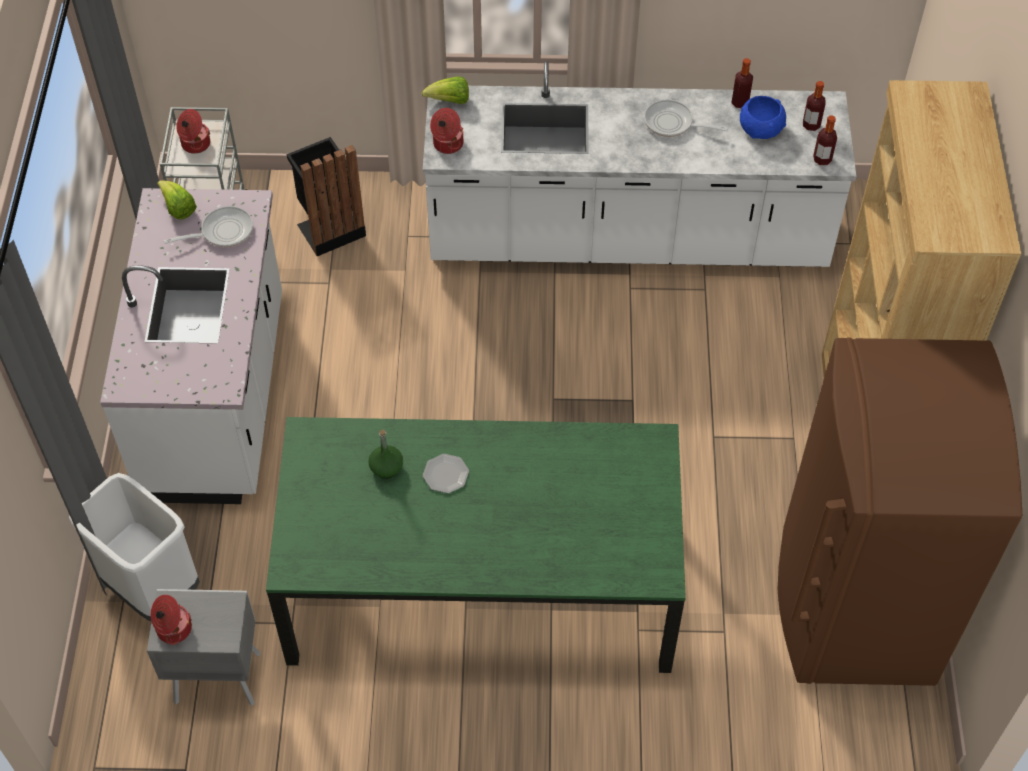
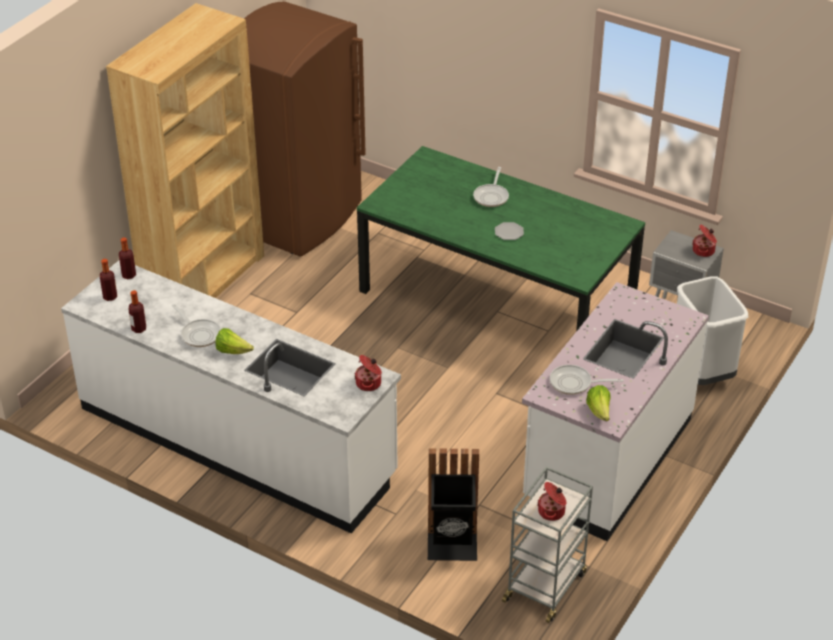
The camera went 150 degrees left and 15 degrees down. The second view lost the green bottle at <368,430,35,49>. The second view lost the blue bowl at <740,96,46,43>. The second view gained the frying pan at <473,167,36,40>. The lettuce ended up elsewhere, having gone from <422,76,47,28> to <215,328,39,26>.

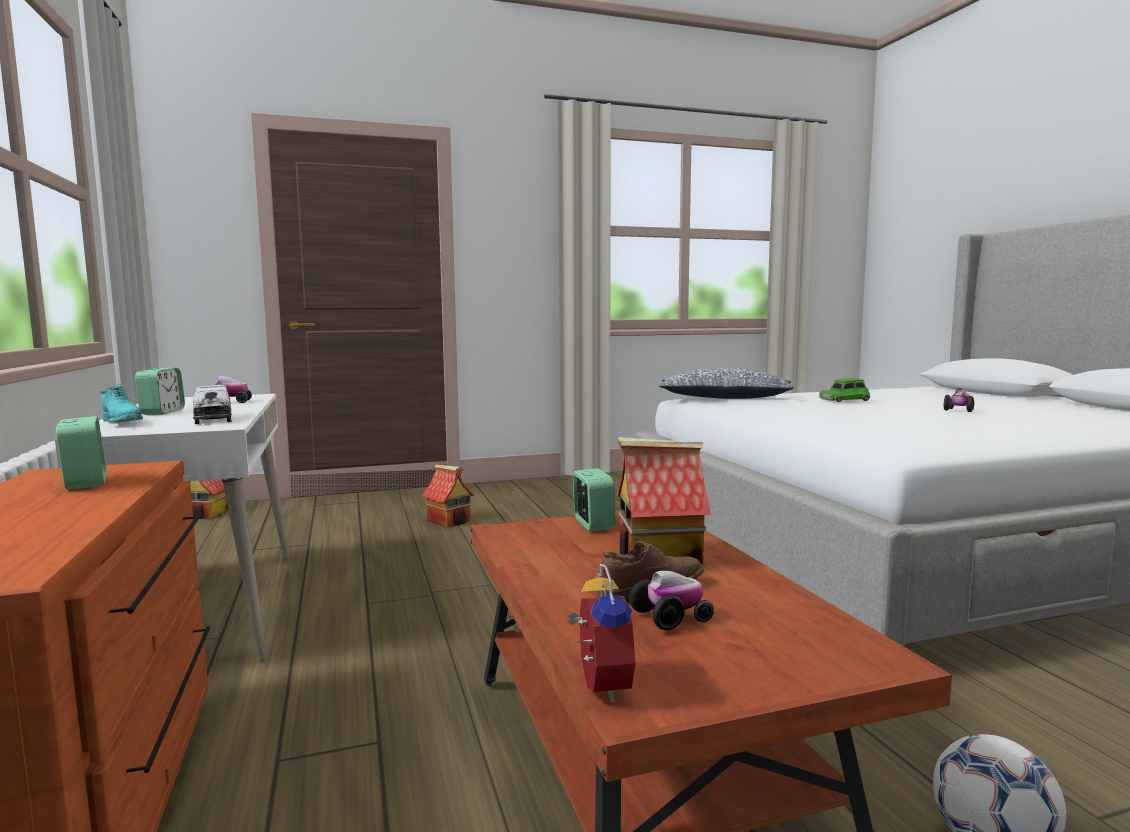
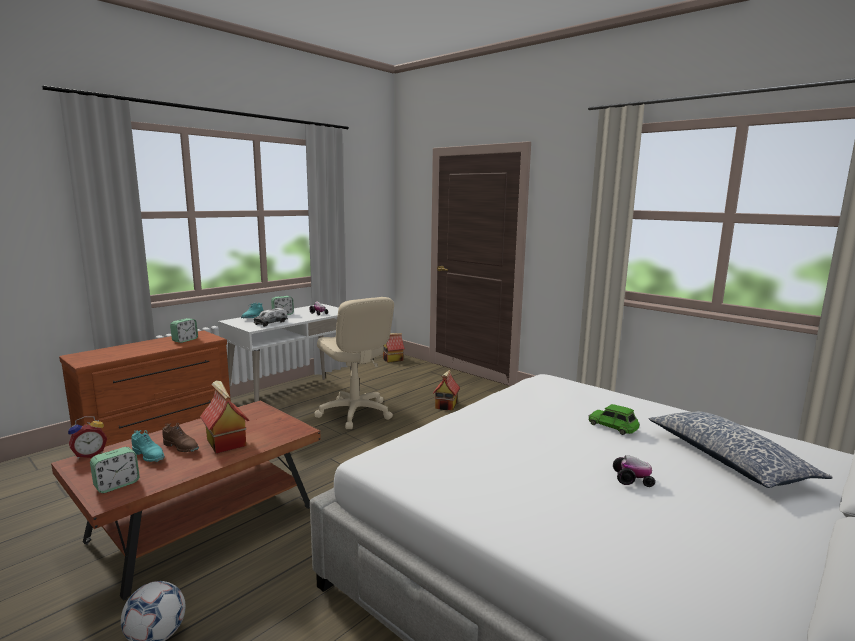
The camera went 60 degrees right and 5 degrees up. The second view gained the beige office chair at <315,297,79,132>. The alarm clock ended up elsewhere, having gone from <572,468,44,63> to <90,447,50,46>. The pillow ended up elsewhere, having gone from <659,368,135,31> to <649,410,184,78>. Where the toy car stood at <629,571,85,60>, the turquoise shoe came to stand at <132,430,33,32>.

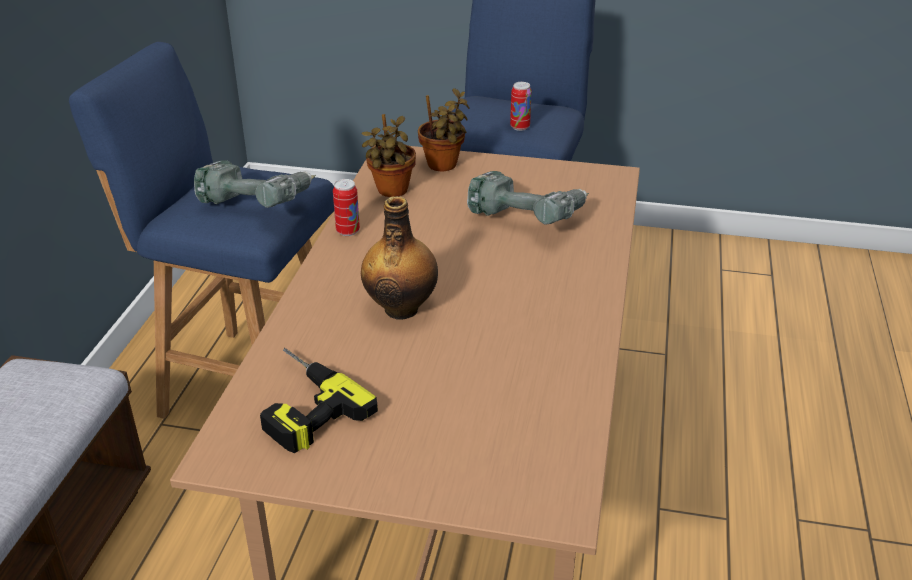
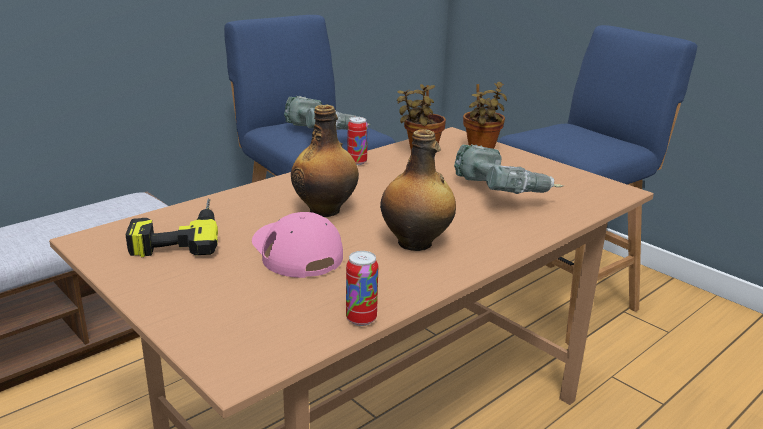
The camera went 35 degrees right and 10 degrees down. The second view gained the pink cap at <252,212,91,66>. The second view gained the bottle at <380,129,76,122>. The can ended up elsewhere, having gone from <510,82,22,49> to <346,251,32,75>.

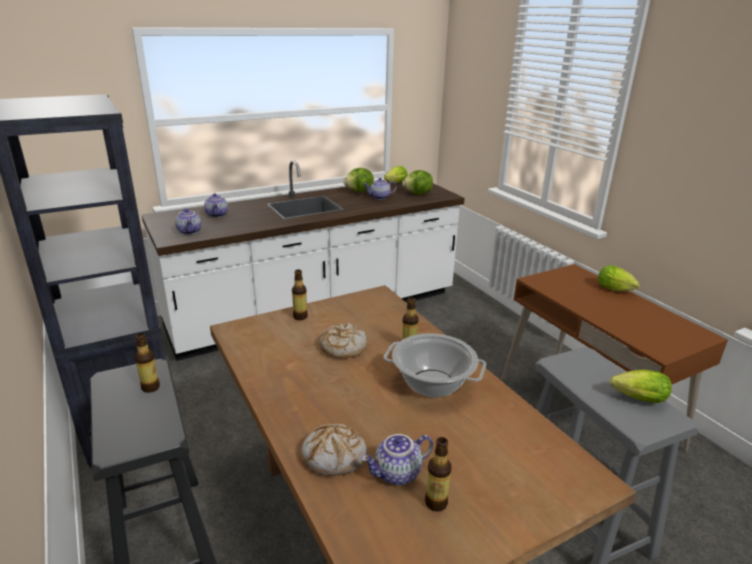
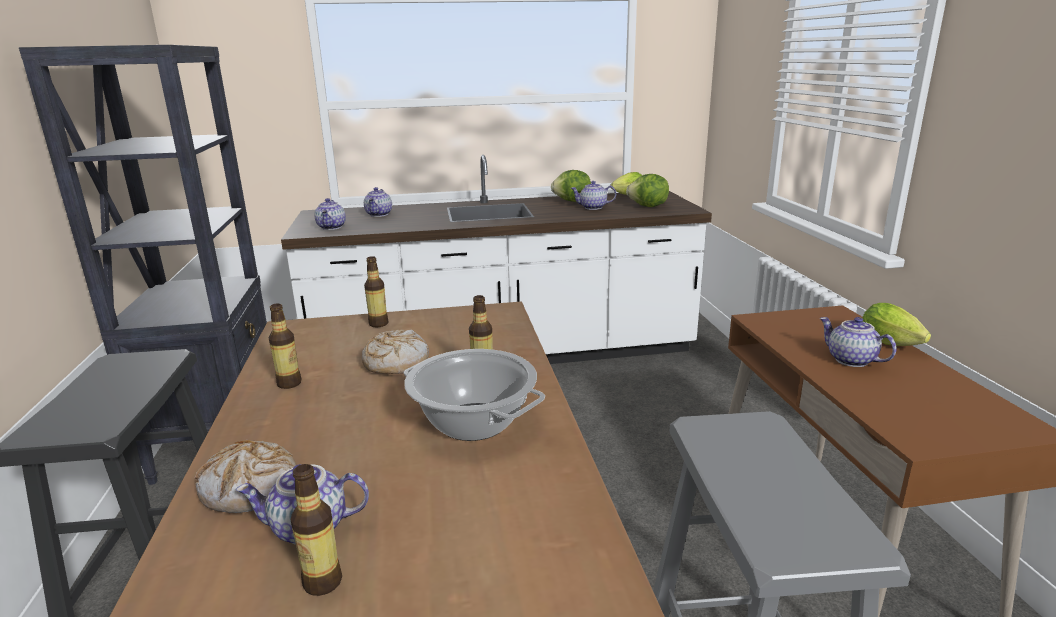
The camera went 20 degrees right and 5 degrees down. The second view lost the lettuce at <610,370,62,33>. The second view gained the teapot at <820,317,77,50>. The bottle ended up elsewhere, having gone from <135,333,25,60> to <269,303,32,86>.

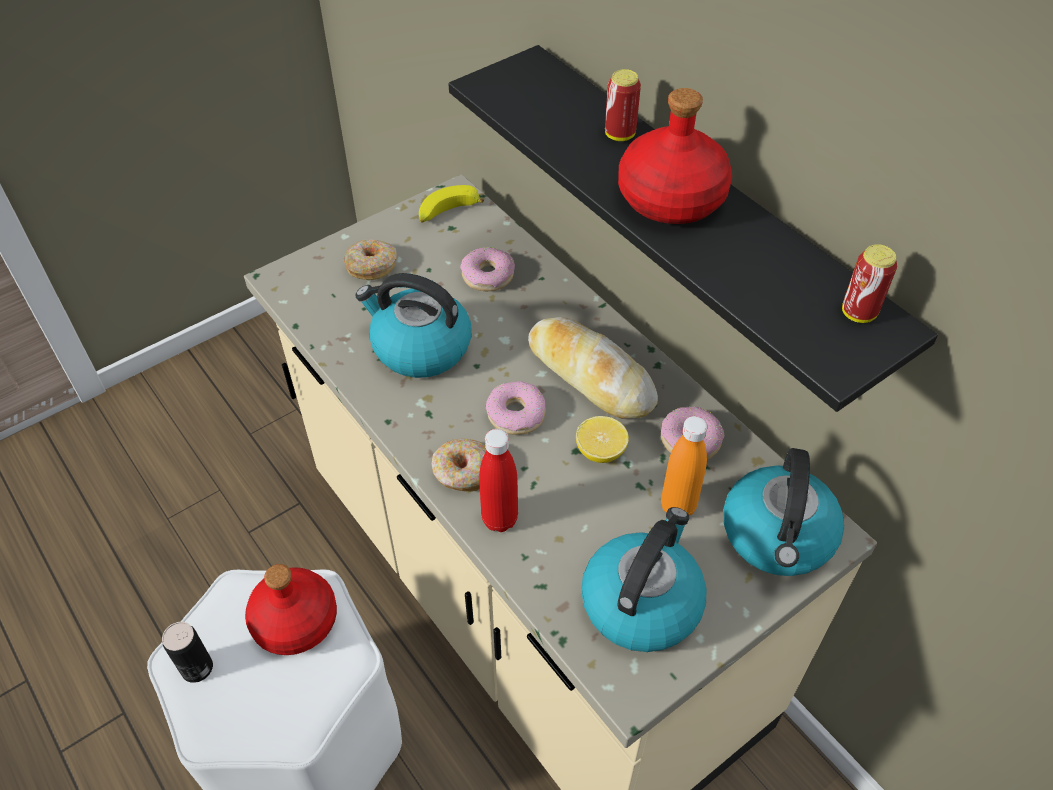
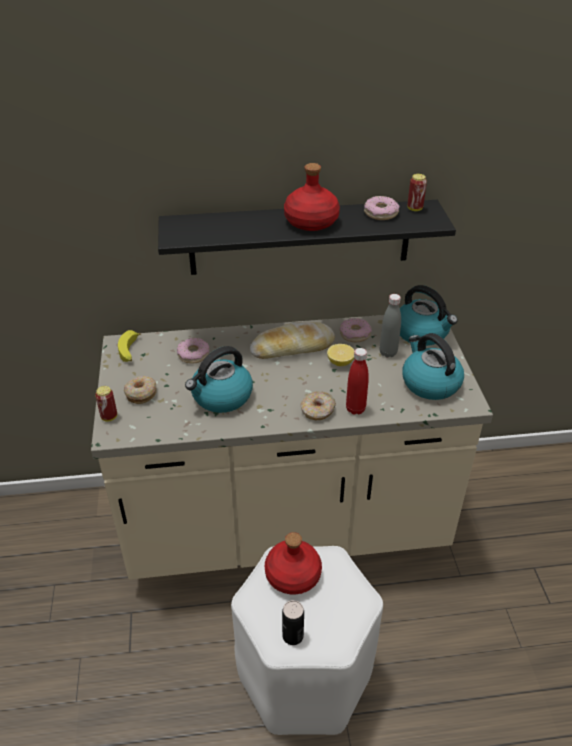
The camera went 60 degrees left and 10 degrees down. The donut ended up elsewhere, having gone from <486,381,60,54> to <364,196,36,24>. The can ended up elsewhere, having gone from <605,69,36,72> to <95,386,22,35>. What was the orange bottle at <661,416,47,100> turned into the grey bottle at <380,294,21,63>.

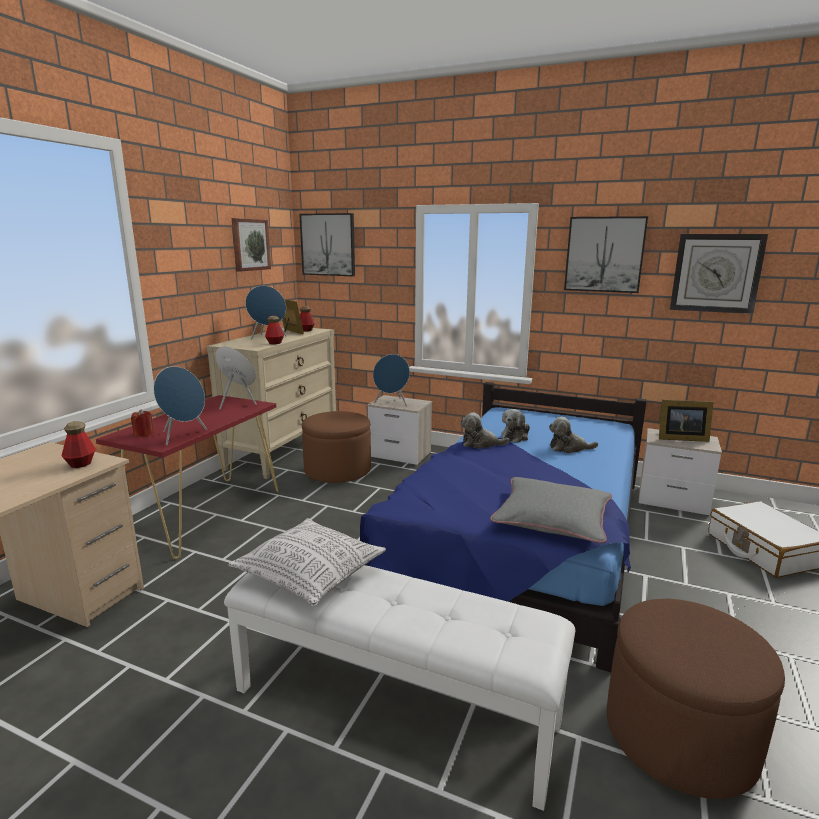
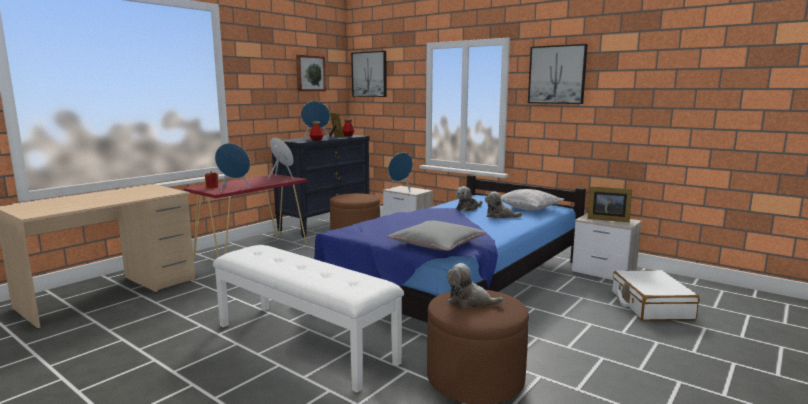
The camera went 15 degrees right and 5 degrees down. The second view lost the bottle at <61,421,35,47>. The second view lost the wall clock at <670,234,98,80>. The pillow ended up elsewhere, having gone from <228,518,158,89> to <501,189,64,22>. The plush toy ended up elsewhere, having gone from <461,412,48,37> to <447,263,57,45>. What was the beige dresser at <206,328,130,151> turned into the black dresser at <272,134,97,103>.

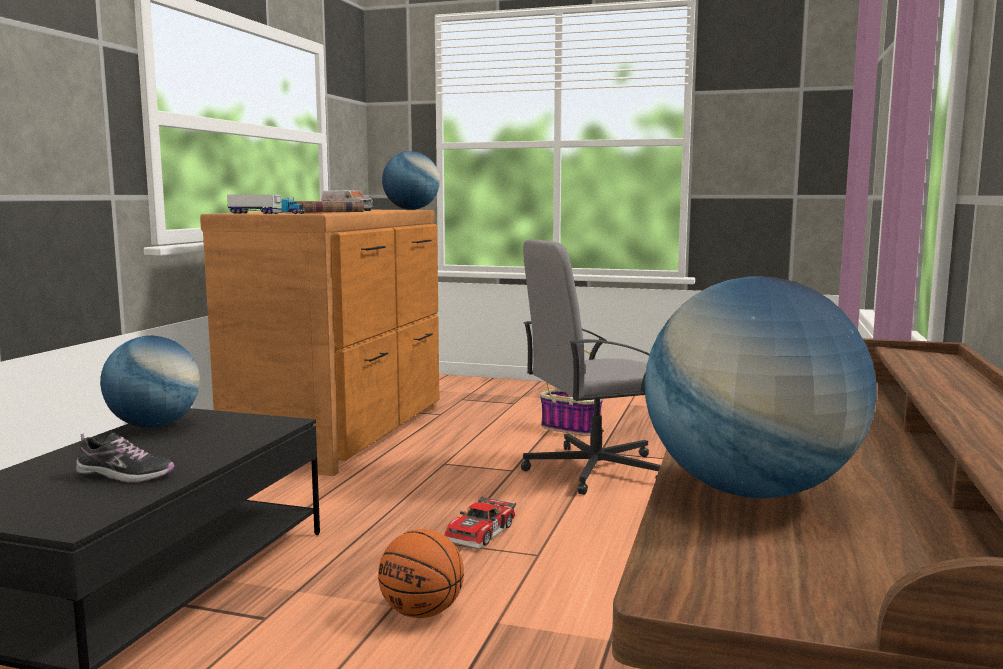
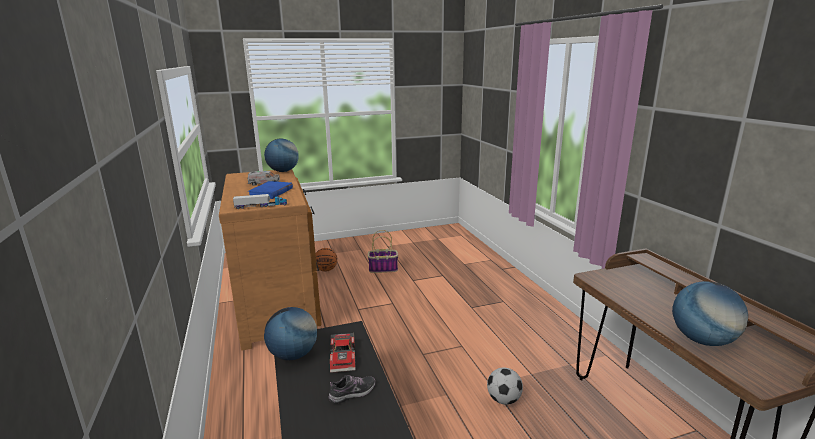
The camera went 35 degrees left and 10 degrees up. The second view lost the grey office chair at <521,239,140,256>. The second view gained the football at <487,367,36,38>. The basketball ended up elsewhere, having gone from <378,529,86,89> to <315,248,22,24>. The toy car ended up elsewhere, having gone from <444,496,72,53> to <330,333,26,40>. What was the brown book at <295,201,69,12> turned into the blue book at <248,181,45,18>.

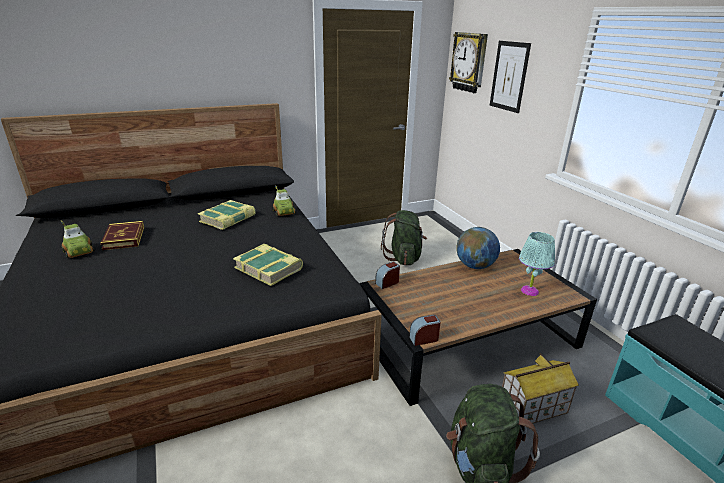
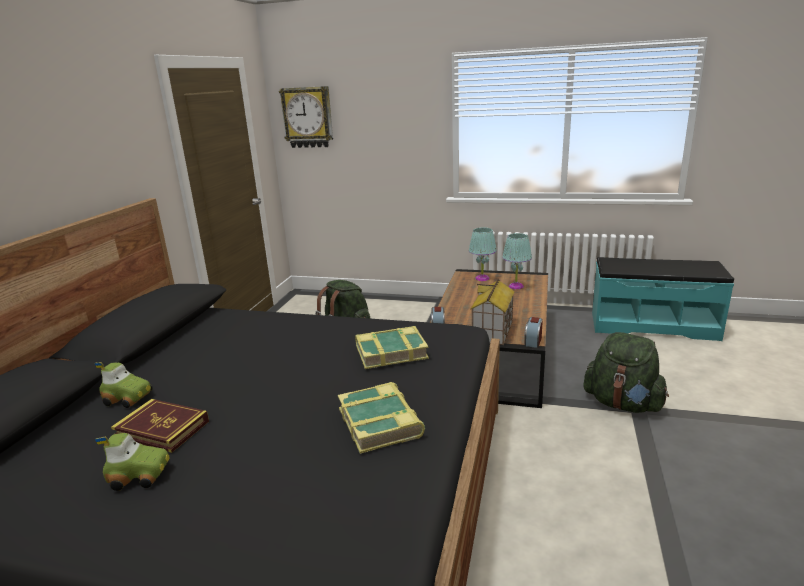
The camera went 50 degrees left and 5 degrees down. The second view lost the globe at <456,227,44,42>. The second view lost the picture at <490,41,41,72>. The second view gained the turquoise table lamp at <469,227,28,54>. The book ended up elsewhere, having gone from <198,200,58,30> to <338,382,87,72>. The toy car ended up elsewhere, having gone from <272,185,24,31> to <94,362,59,46>. The toy house ended up elsewhere, having gone from <502,353,77,70> to <471,279,44,66>.

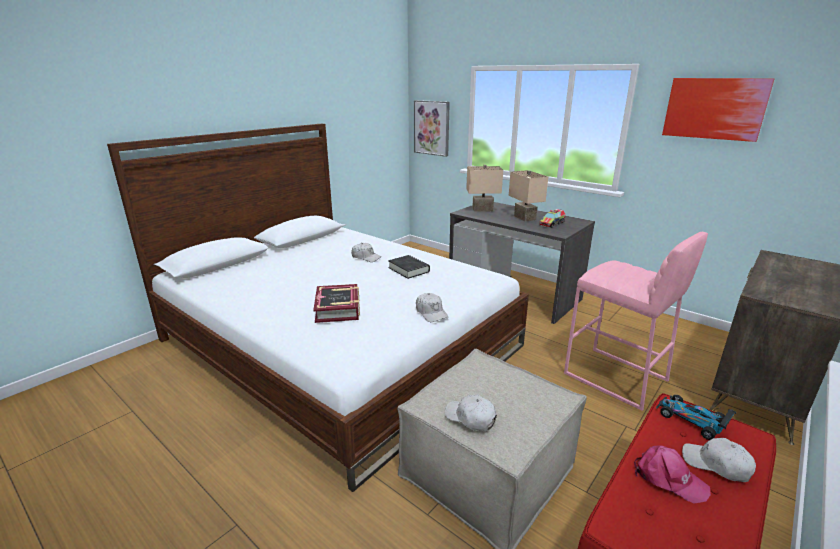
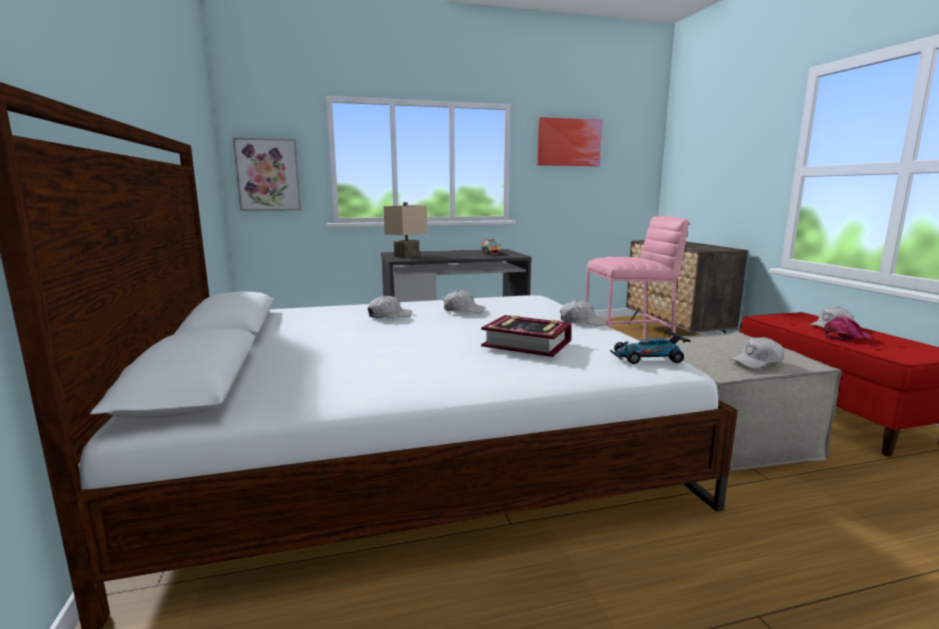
The camera went 55 degrees left and 10 degrees down. The second view lost the beige table lamp at <509,170,39,52>. The toy car ended up elsewhere, having gone from <656,395,80,45> to <610,328,80,36>. Where the black book stood at <388,255,42,24>, the white cap came to stand at <443,290,42,23>.

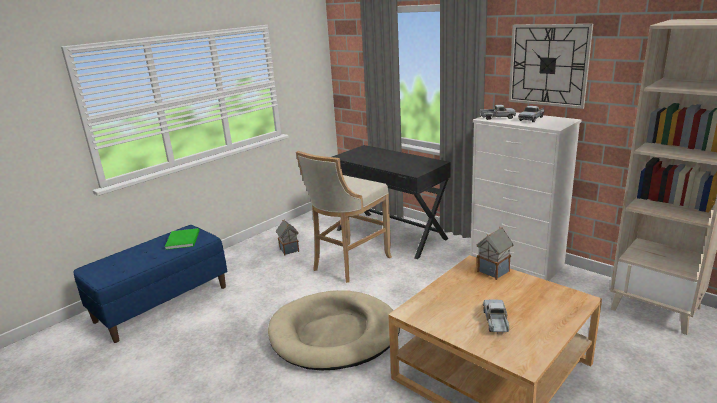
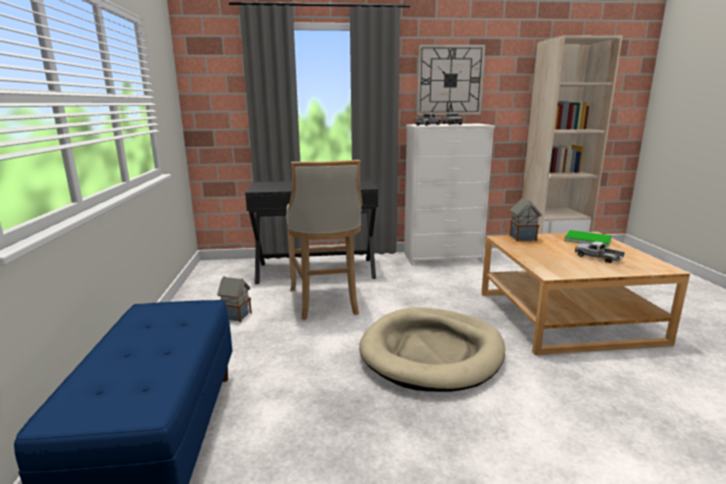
The camera went 50 degrees left and 5 degrees down. The green book ended up elsewhere, having gone from <165,228,35,22> to <564,230,48,17>.

